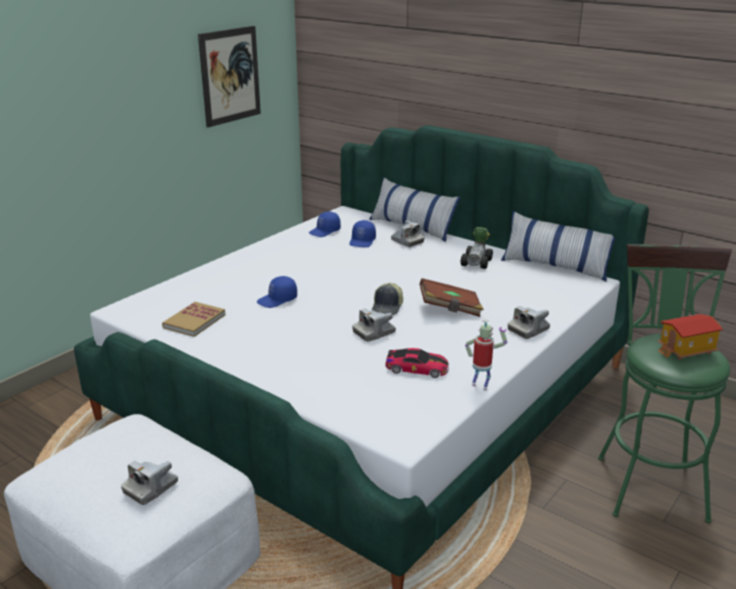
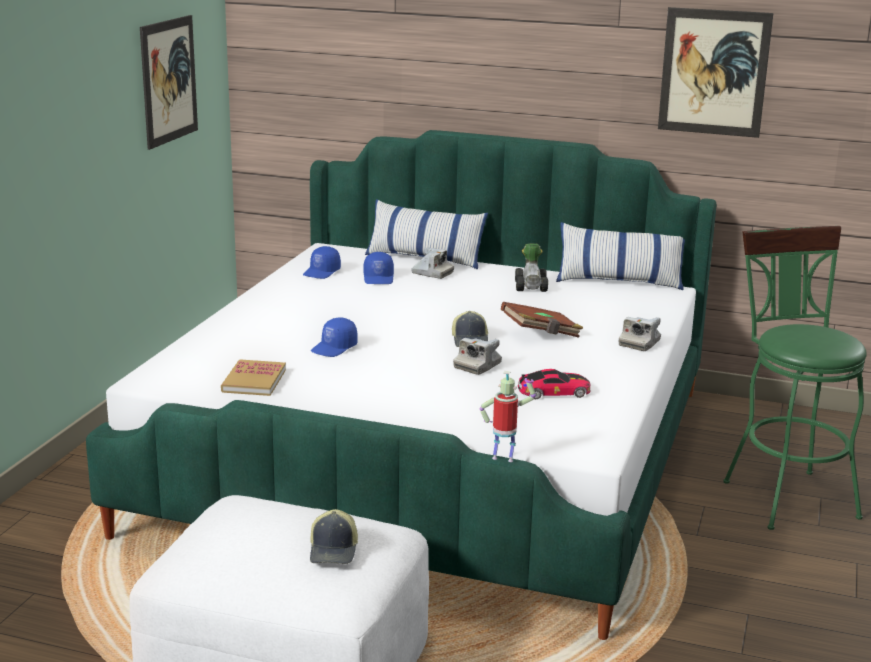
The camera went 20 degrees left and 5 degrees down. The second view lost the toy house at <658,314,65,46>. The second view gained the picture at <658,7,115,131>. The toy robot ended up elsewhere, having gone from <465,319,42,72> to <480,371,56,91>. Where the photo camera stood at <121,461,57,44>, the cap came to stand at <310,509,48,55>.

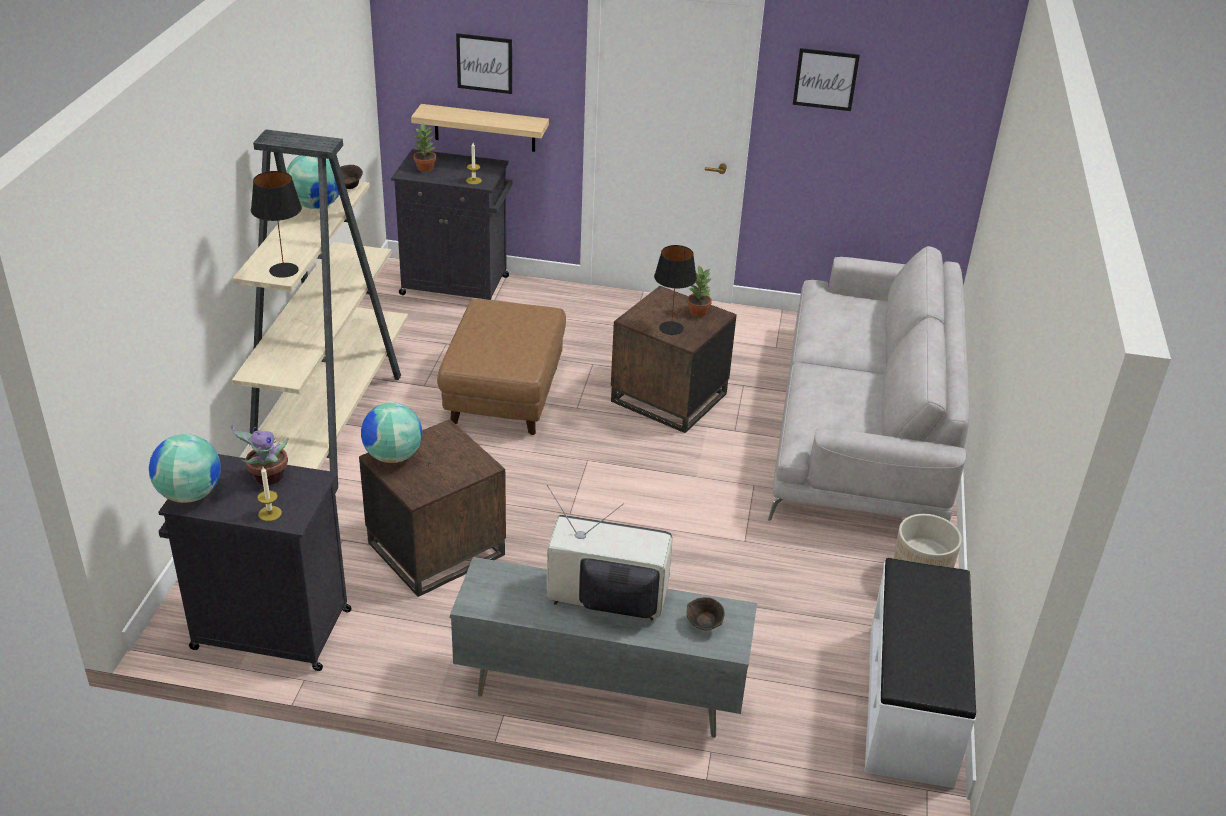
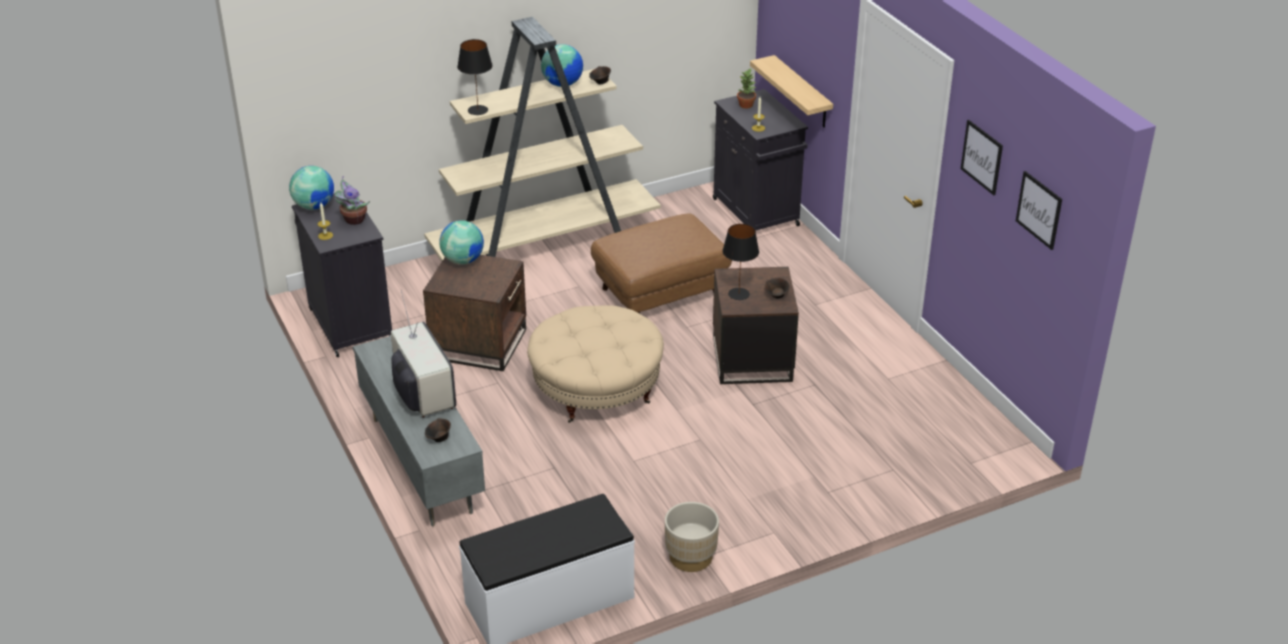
The camera went 55 degrees right and 0 degrees up. The second view lost the grey sofa at <768,246,202,275>. The second view gained the beige ottoman at <527,305,137,118>. The picture ended up elsewhere, having gone from <456,33,56,61> to <1016,171,46,79>. Where the potted plant stood at <687,266,25,51>, the brown bowl came to stand at <765,278,25,21>.

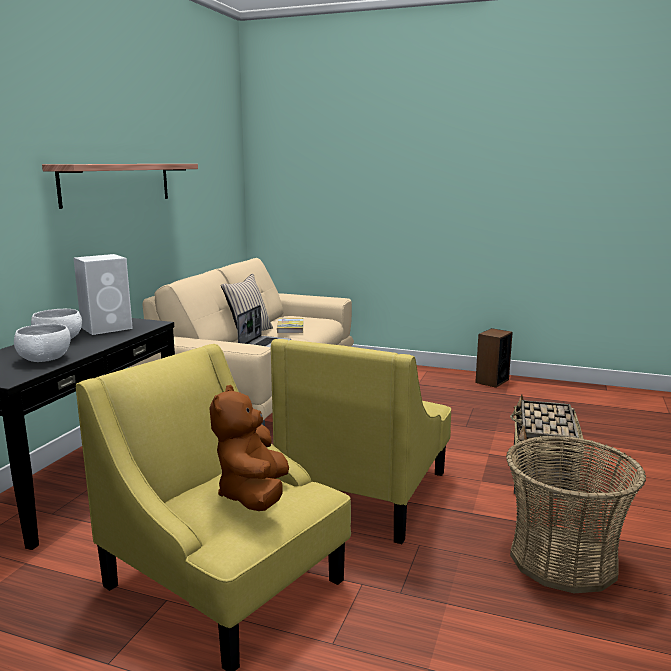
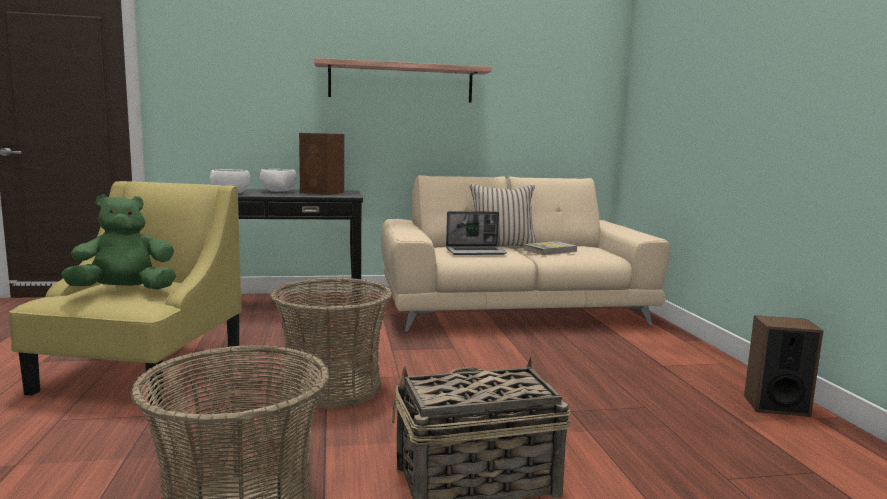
The camera went 60 degrees right and 5 degrees down. Where the yellow armchair stood at <271,339,180,205>, the basket came to stand at <270,278,122,131>. What was the white speaker at <73,254,60,81> turned into the brown speaker at <299,133,45,62>. What was the brown plush toy at <209,385,80,126> turned into the green plush toy at <61,194,115,96>.

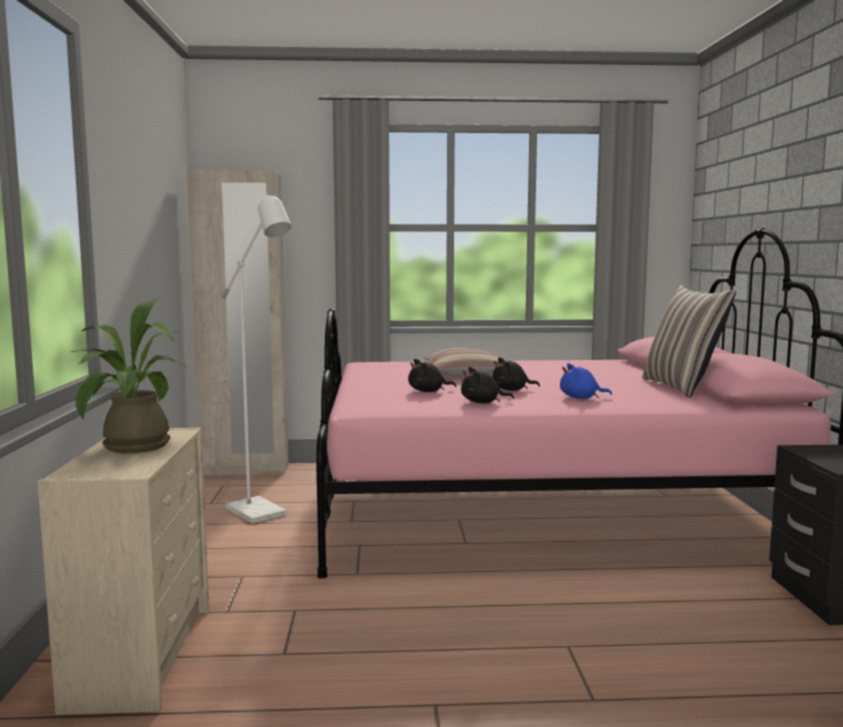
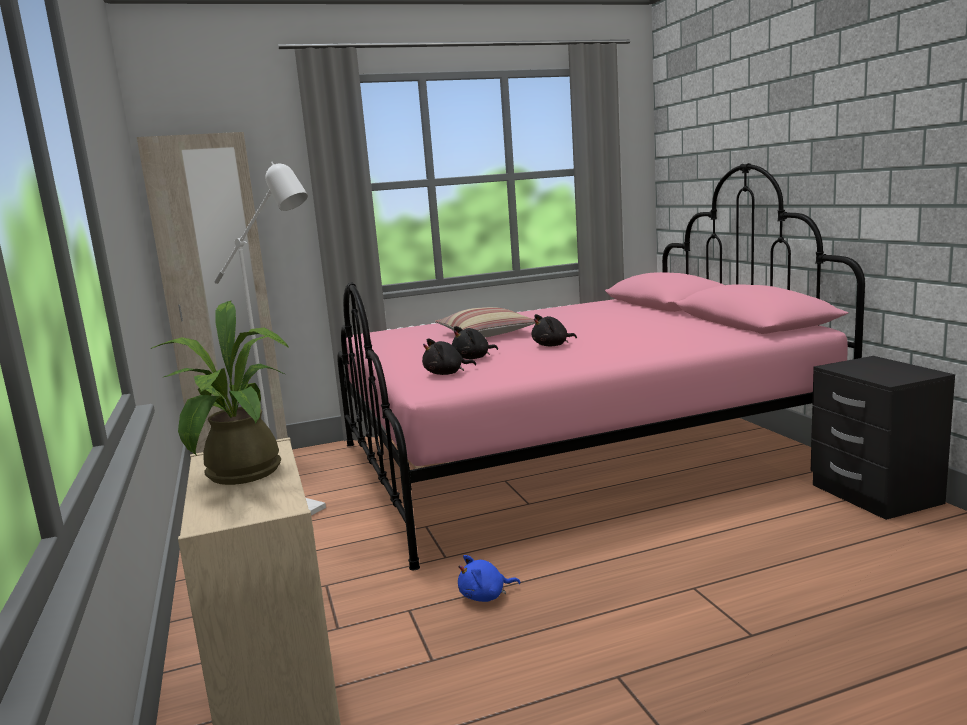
The camera went 15 degrees left and 5 degrees up. The second view lost the pillow at <642,285,94,113>. The black plush toy ended up elsewhere, having gone from <461,367,53,36> to <422,338,54,37>. The blue plush toy ended up elsewhere, having gone from <560,363,52,36> to <458,555,62,47>.

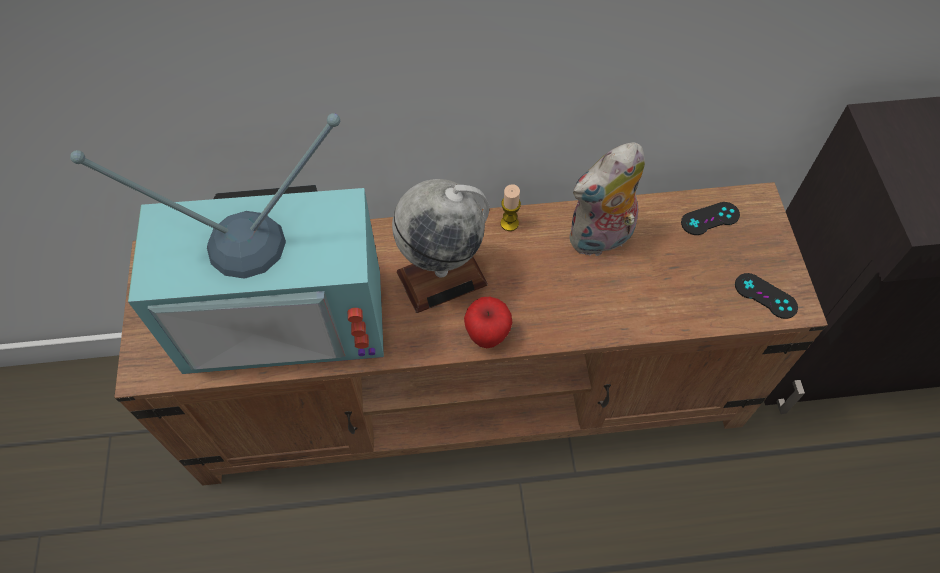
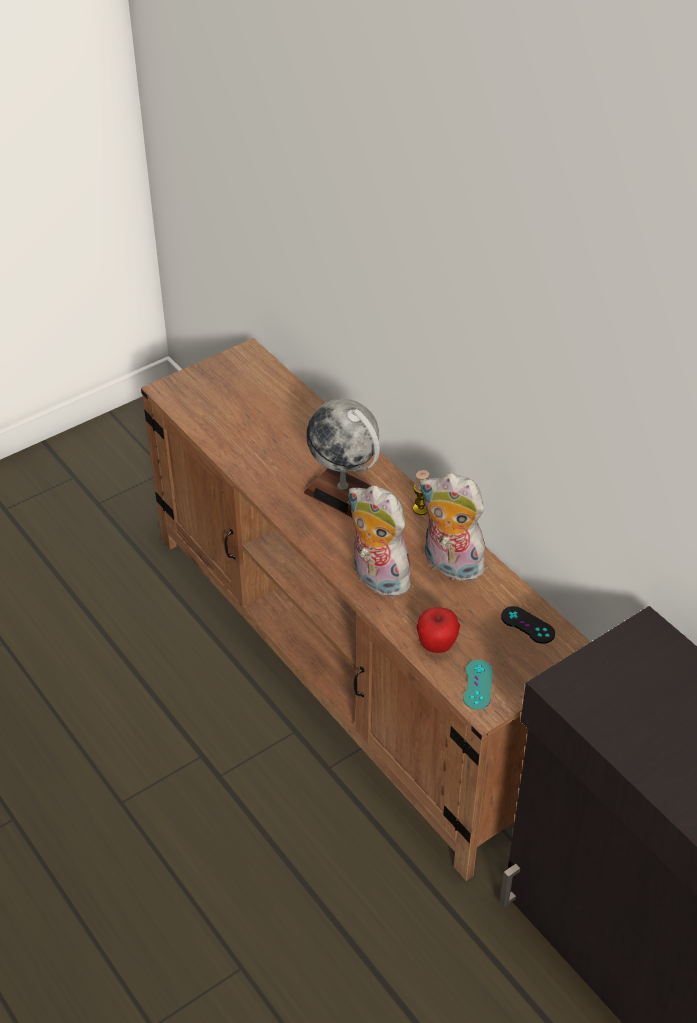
The camera went 60 degrees right and 15 degrees down. The second view lost the television at <70,113,314,261>. The second view gained the plush toy at <349,485,69,112>. The apple ended up elsewhere, having gone from <464,297,48,51> to <416,607,44,46>. What was the black game controller at <735,273,63,46> turned into the turquoise game controller at <463,660,30,50>.

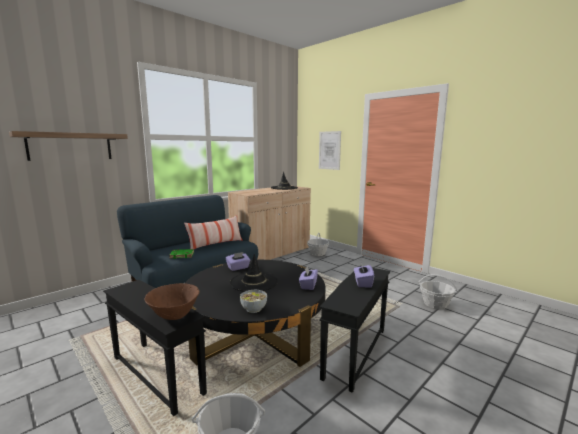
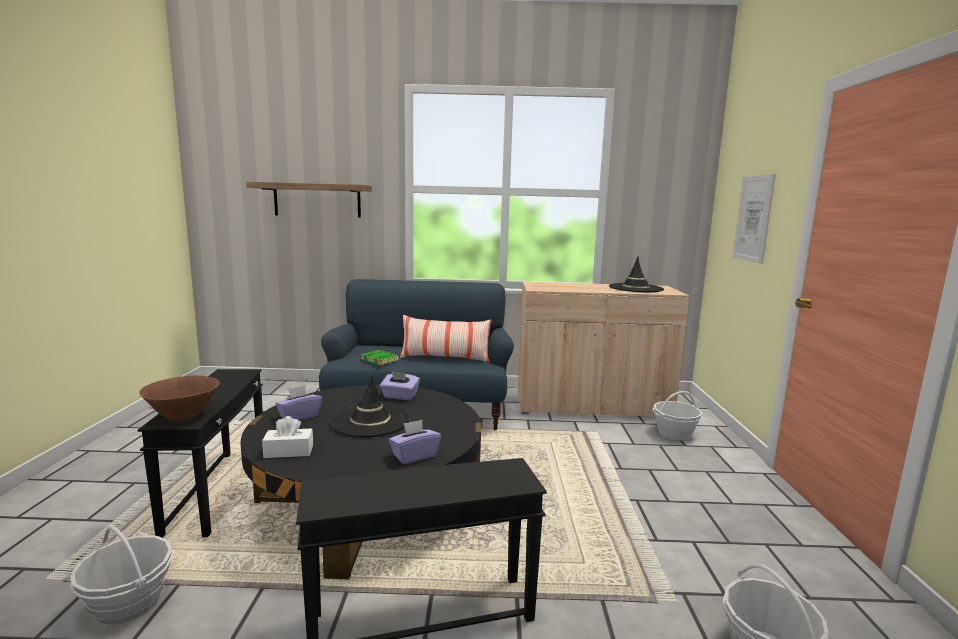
The camera went 45 degrees right and 0 degrees up. The purple tissue box ended up elsewhere, having gone from <354,263,20,25> to <275,385,47,35>. Where the bowl stood at <240,290,27,23>, the white tissue box came to stand at <262,416,51,42>.

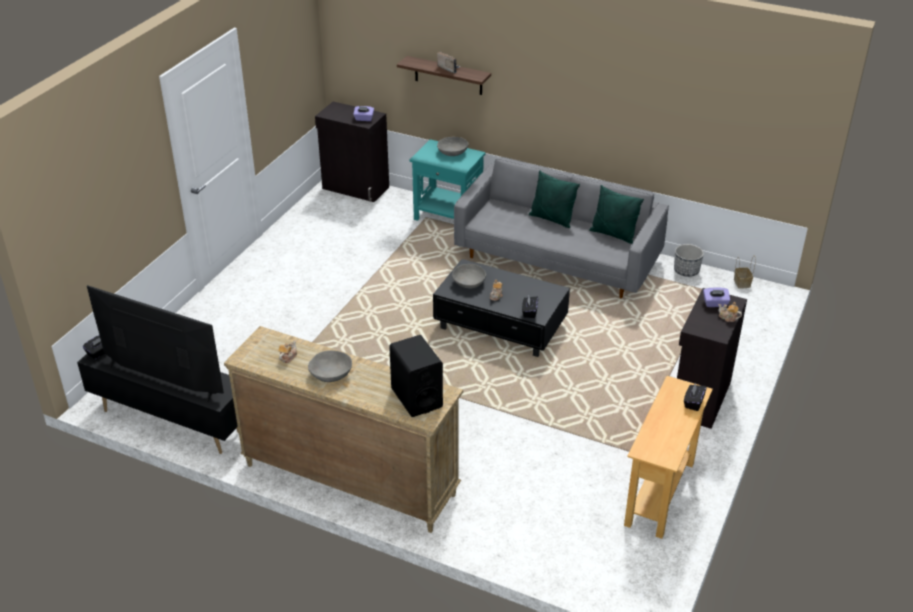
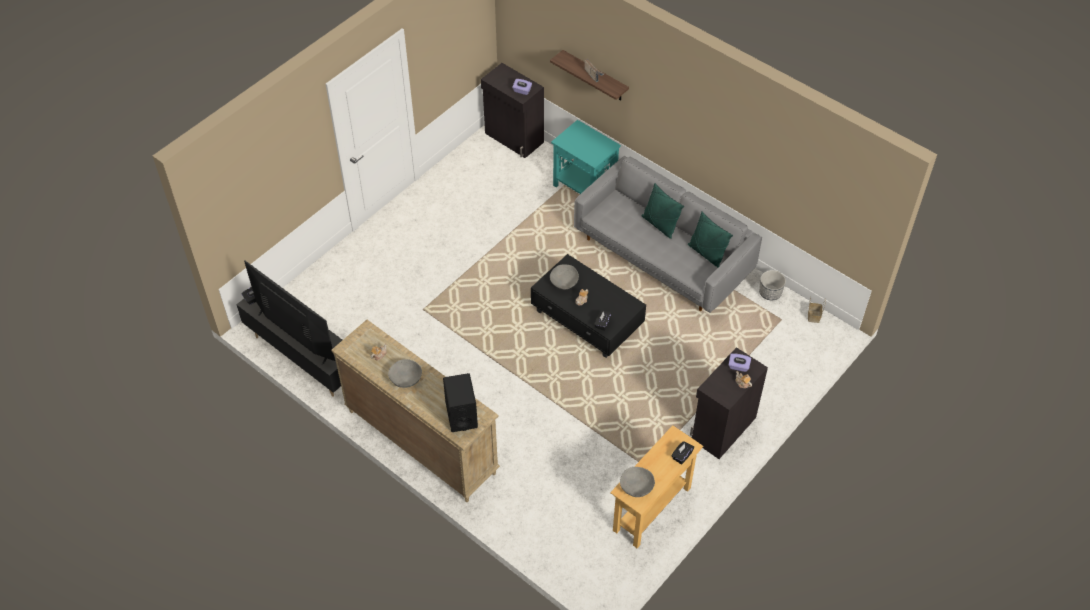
The camera went 15 degrees right and 15 degrees up. The grey bowl ended up elsewhere, having gone from <437,137,32,19> to <620,467,35,30>.

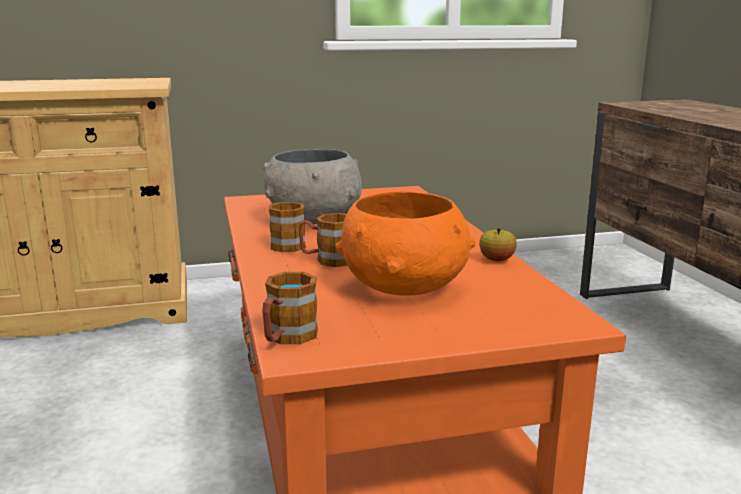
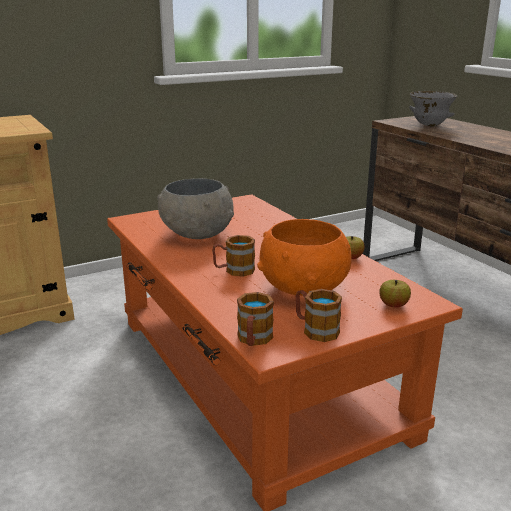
The camera went 15 degrees left and 5 degrees up. The second view gained the apple at <380,280,31,28>. The second view gained the grey bowl at <409,91,48,36>. The mug ended up elsewhere, having gone from <269,202,37,50> to <296,289,46,53>.

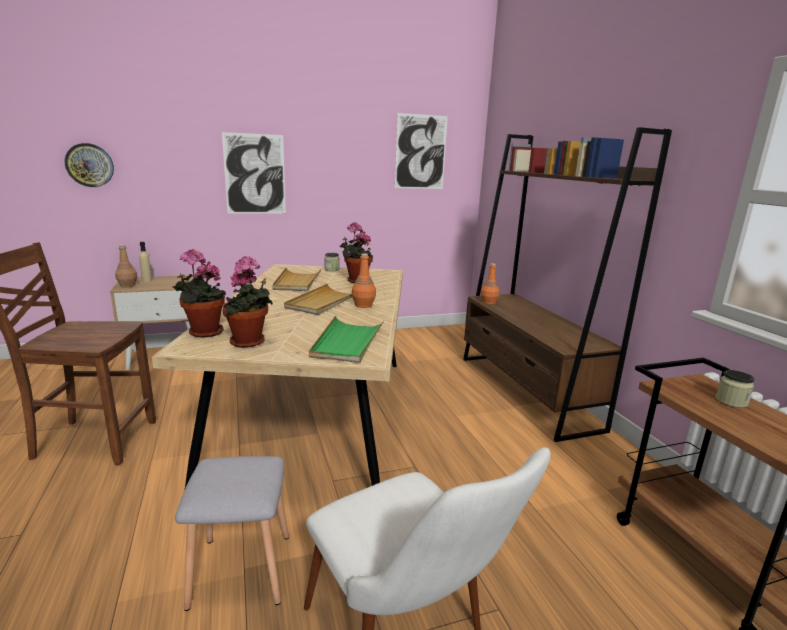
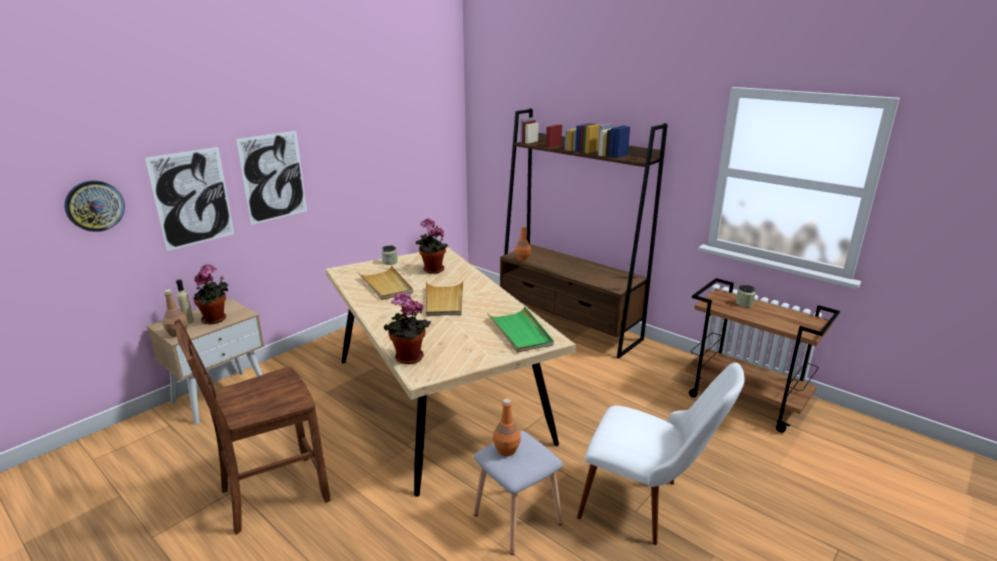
The camera went 30 degrees left and 5 degrees up. The potted plant ended up elsewhere, having gone from <222,256,51,92> to <193,264,35,60>. The orange bottle ended up elsewhere, having gone from <352,253,24,55> to <493,399,28,57>. The picture ended up elsewhere, having gone from <395,113,53,76> to <145,147,89,104>.

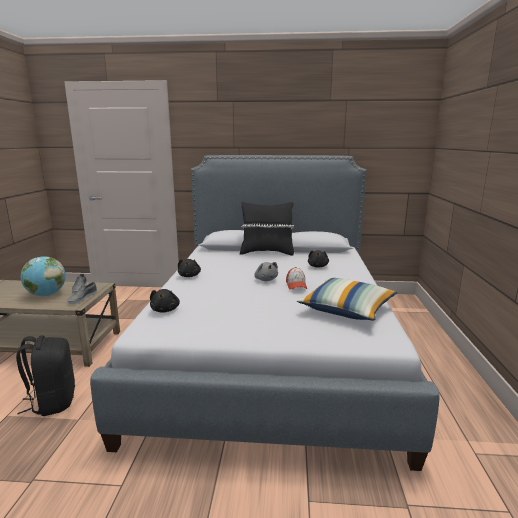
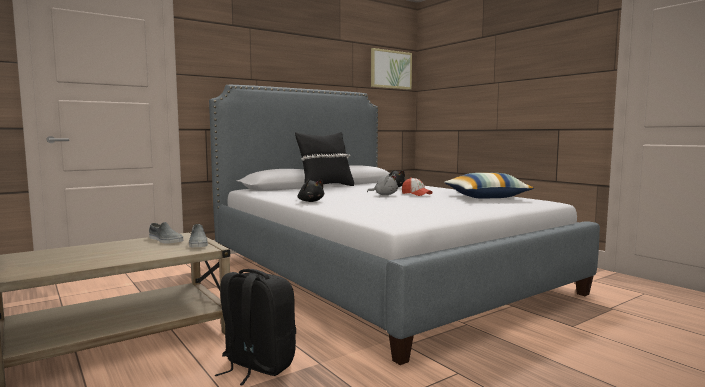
The camera went 40 degrees left and 10 degrees down. The second view lost the globe at <21,256,45,40>. The second view lost the black plush toy at <150,289,30,24>. The second view gained the picture at <371,48,41,42>.

